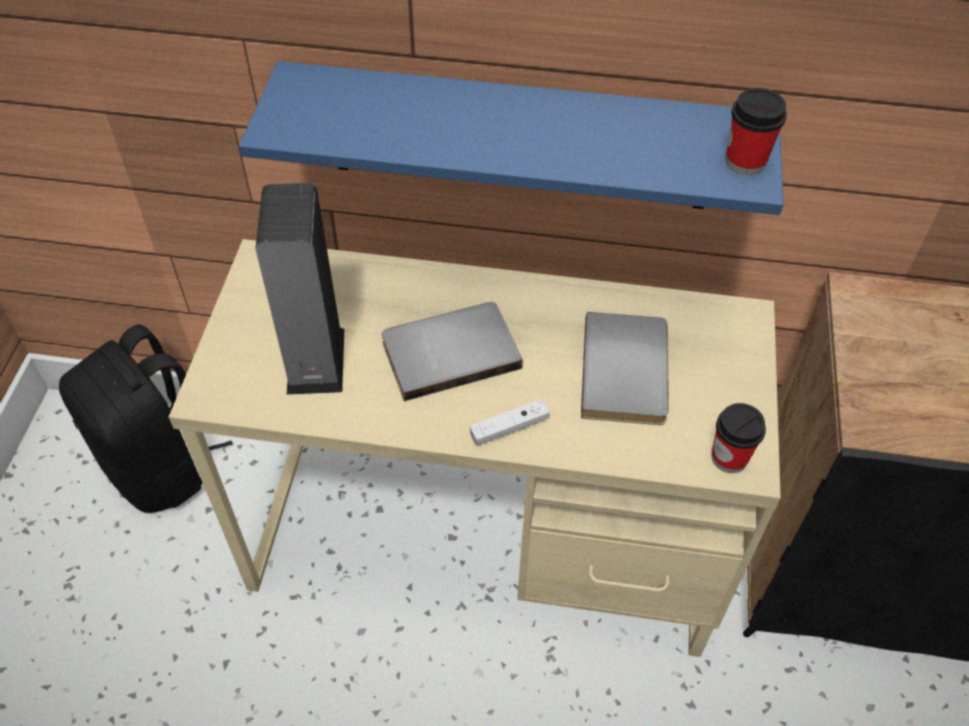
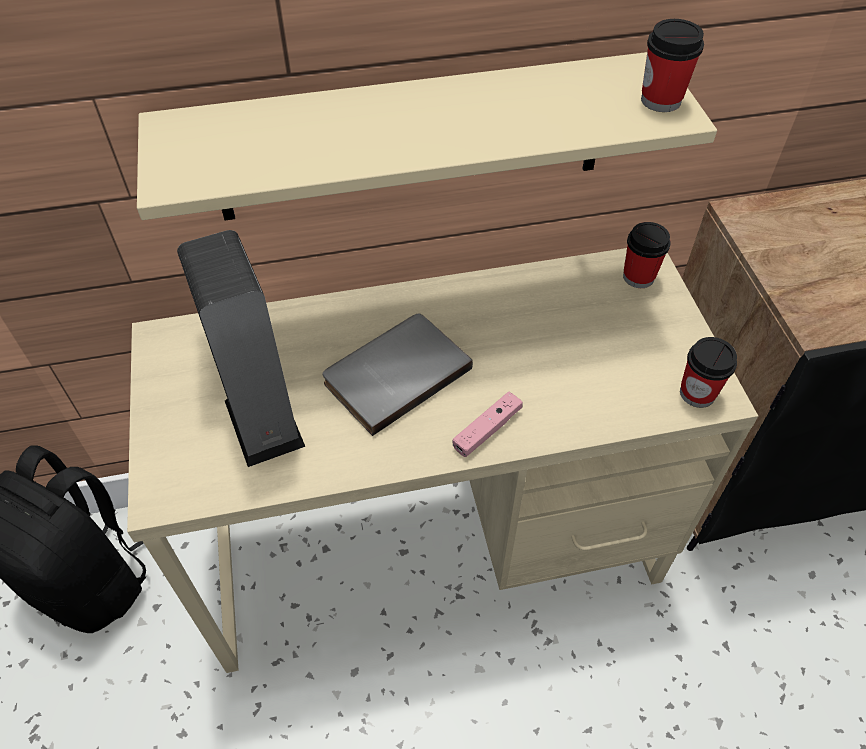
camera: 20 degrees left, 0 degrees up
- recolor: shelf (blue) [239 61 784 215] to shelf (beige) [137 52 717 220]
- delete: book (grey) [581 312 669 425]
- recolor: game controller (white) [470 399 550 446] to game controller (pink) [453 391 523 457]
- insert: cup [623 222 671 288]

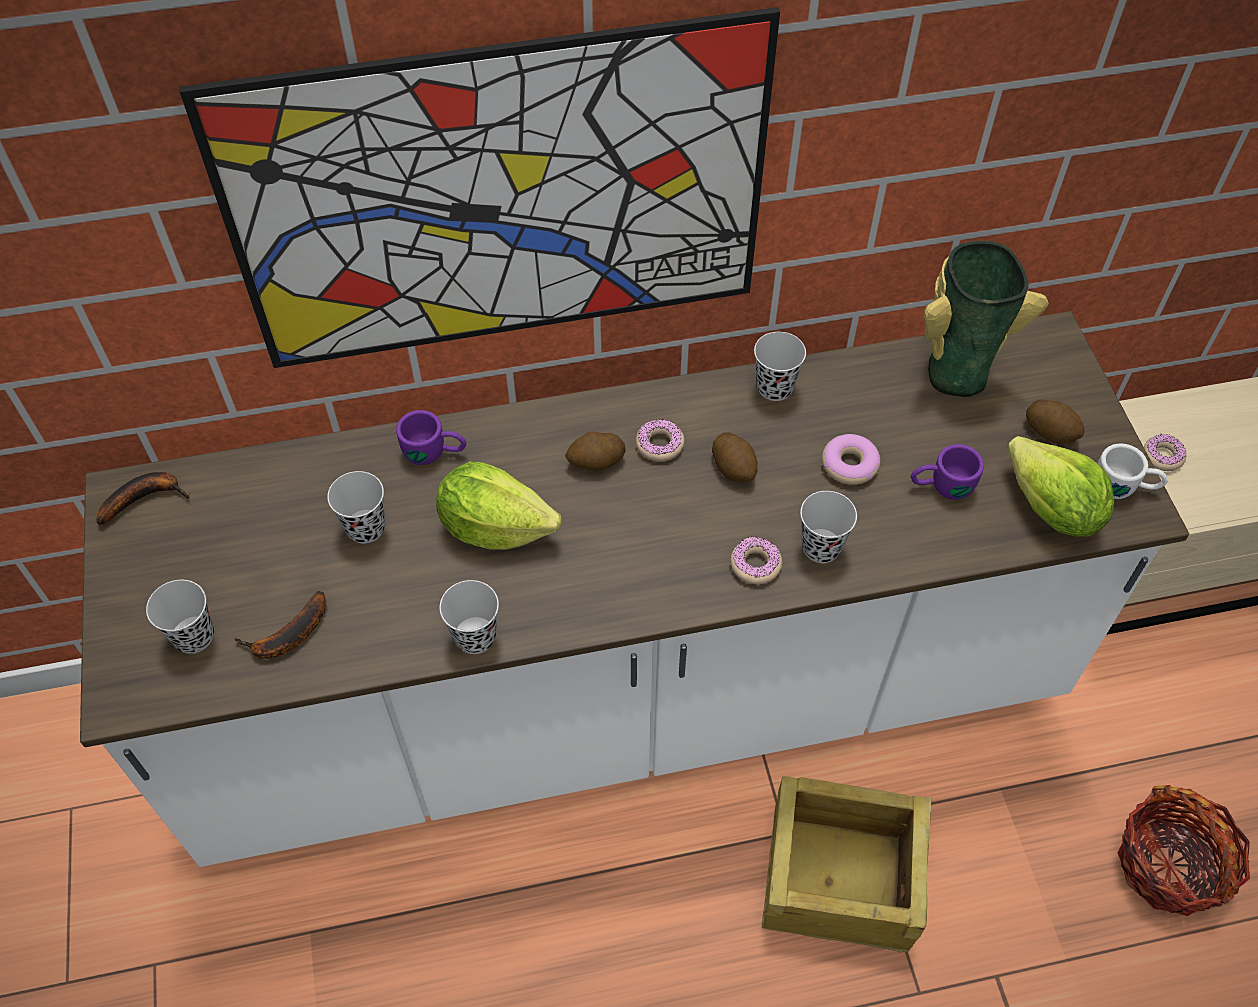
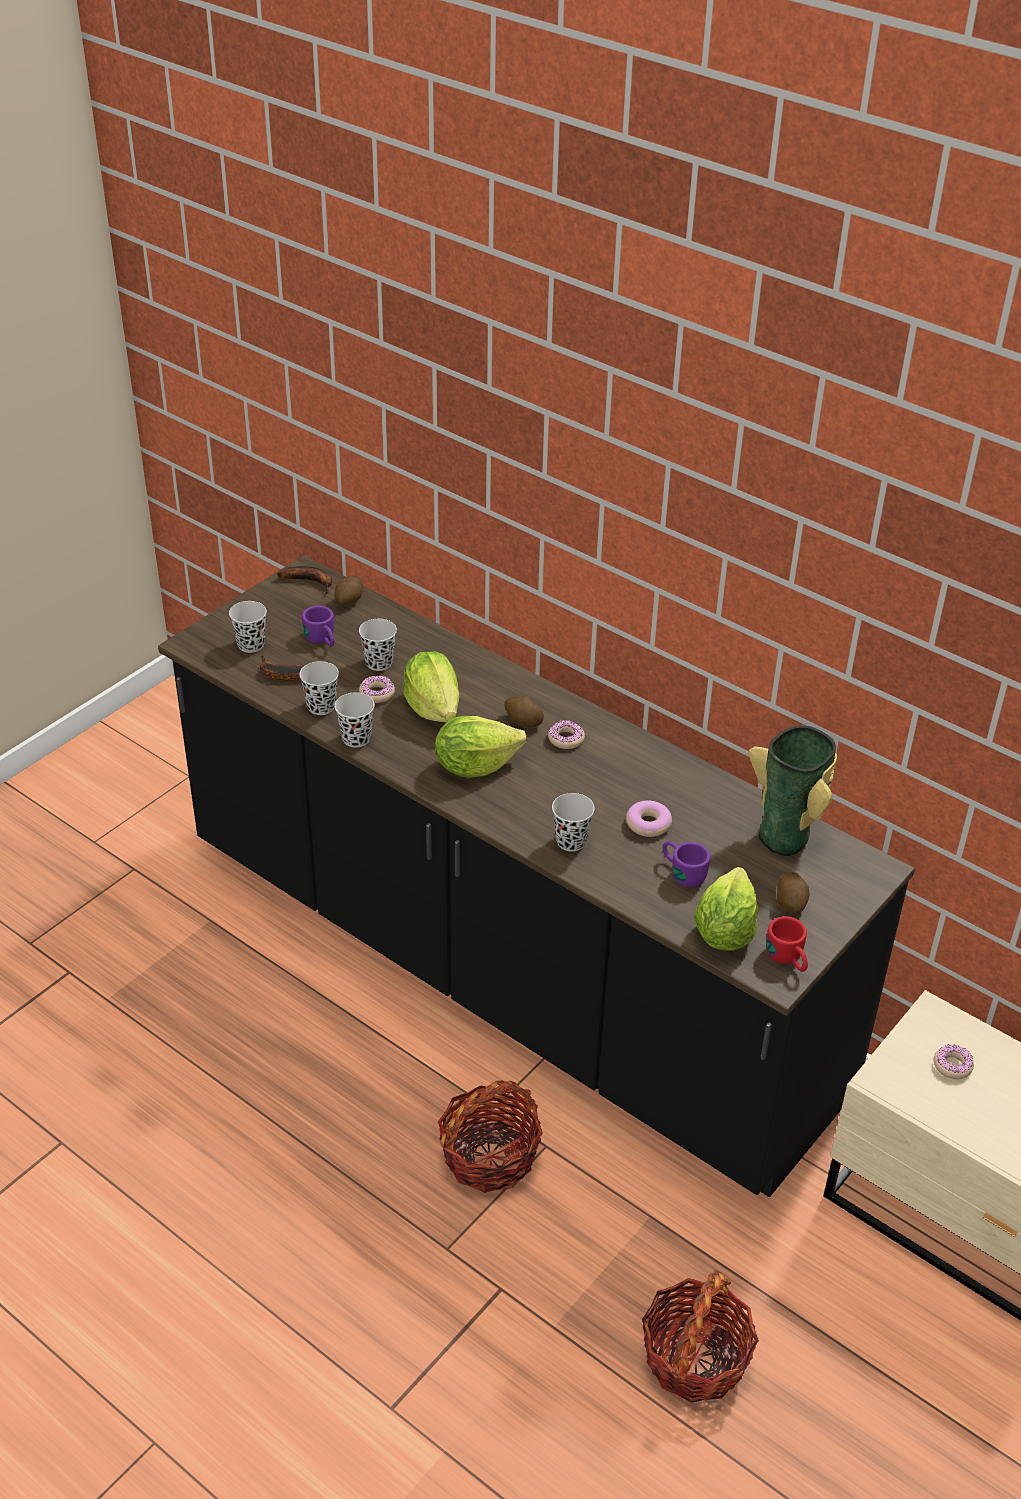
camera: 50 degrees right, 15 degrees down
- delete: picture [179 7 780 368]
- recolor: counter (white) [80 311 1189 867] to counter (black) [158 555 915 1197]
- move: cup (black) [754 332 806 401] to [299 661 339 715]
- move: mug (purple) [396 410 466 465] to [302 606 334 647]
- move: potato [712 432 758 482] to [334 575 363 605]
- recolor: mug (white) [1097 443 1168 499] to mug (red) [766 916 808 972]
- move: donut [730 537 782 585] to [359 676 395 703]
- replace: crate [762 776 932 952] to basket [438 1081 543 1193]
- insert: lettuce [435 716 527 778]

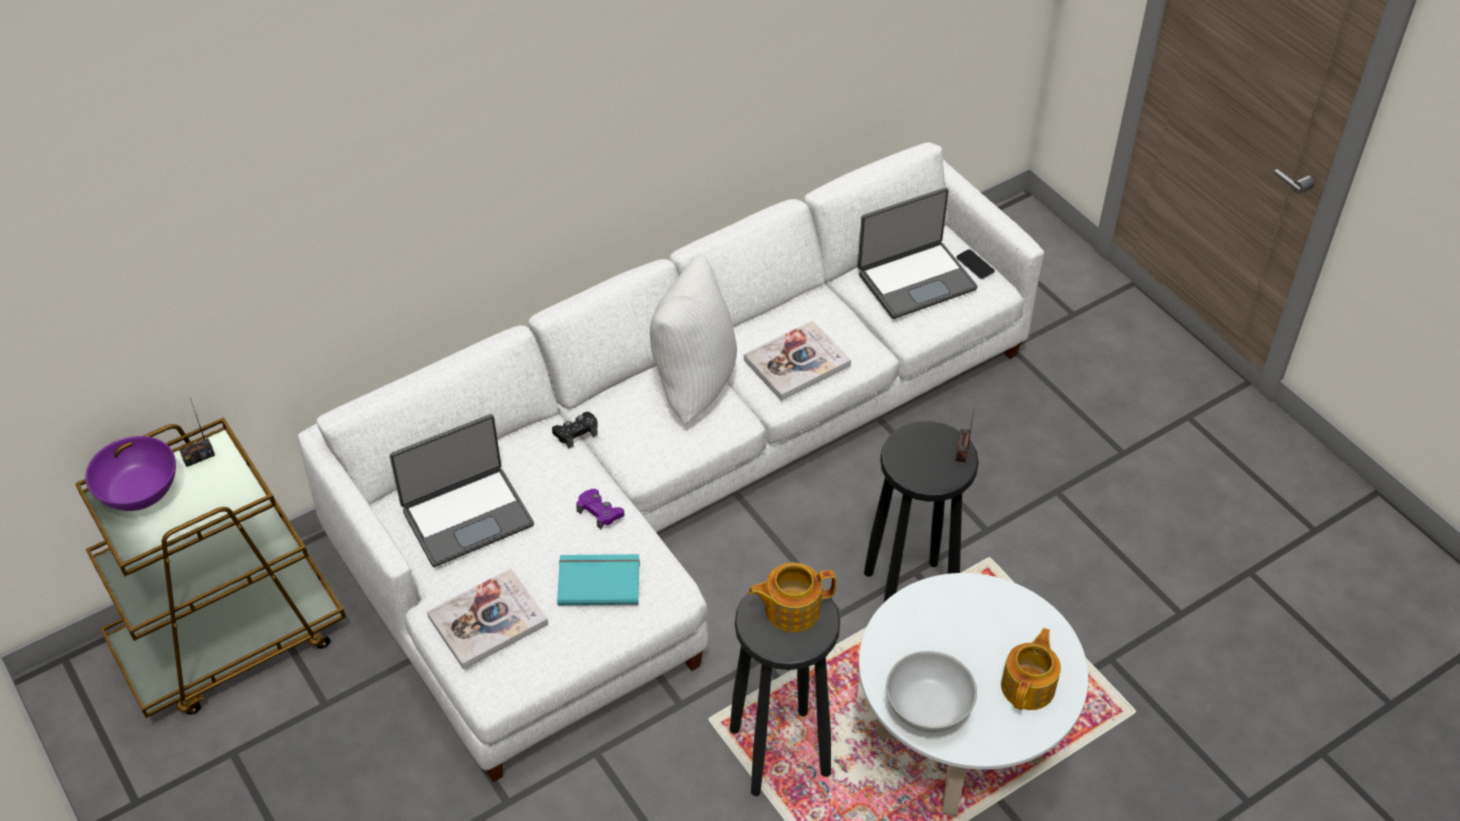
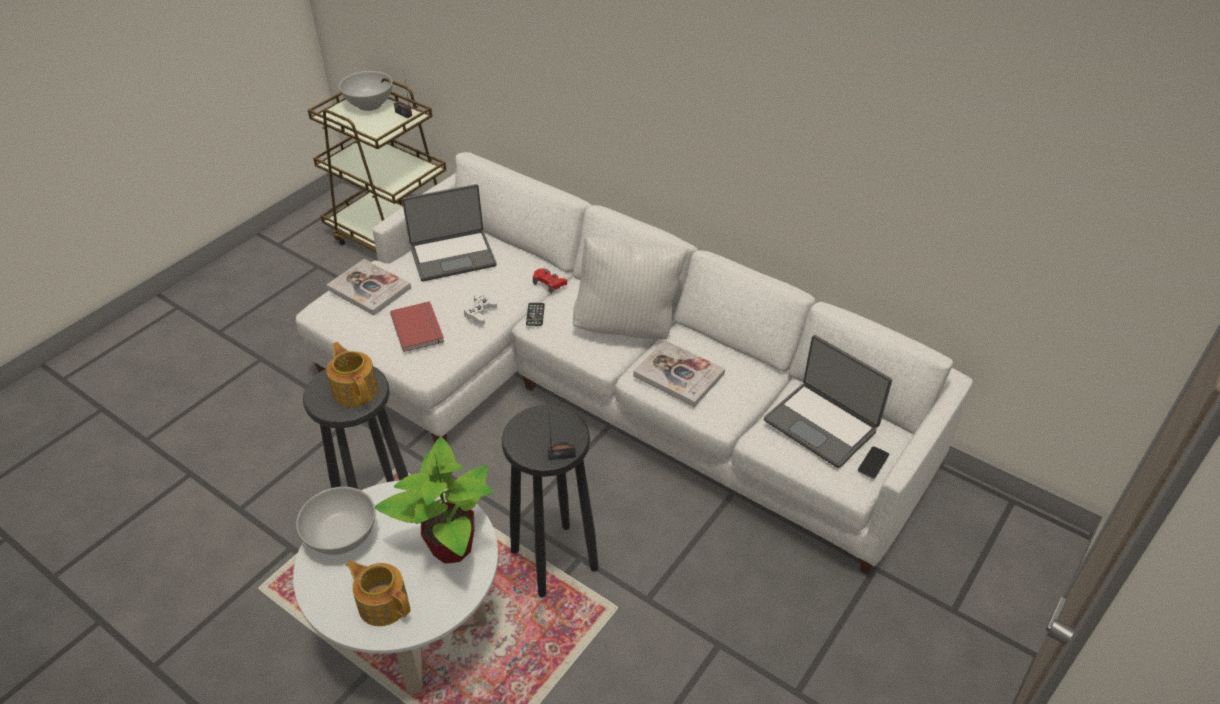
camera: 70 degrees right, 5 degrees down
- recolor: game controller (black) [552 412 598 448] to game controller (red) [533 268 567 293]
- rotate: laptop [390 414 534 567] = [402 184 497 281] 60 degrees counterclockwise
- recolor: bowl (purple) [85 436 176 511] to bowl (white) [339 71 393 111]
- recolor: game controller (purple) [576 489 624 529] to game controller (white) [464 294 497 325]
- recolor: book (turquoise) [557 554 640 605] to book (red) [390 301 444 352]
- rotate: teapot [1001 628 1061 710] = [346 560 410 626] 150 degrees counterclockwise
- insert: phone [526 303 545 326]
- insert: potted plant [375 436 494 564]

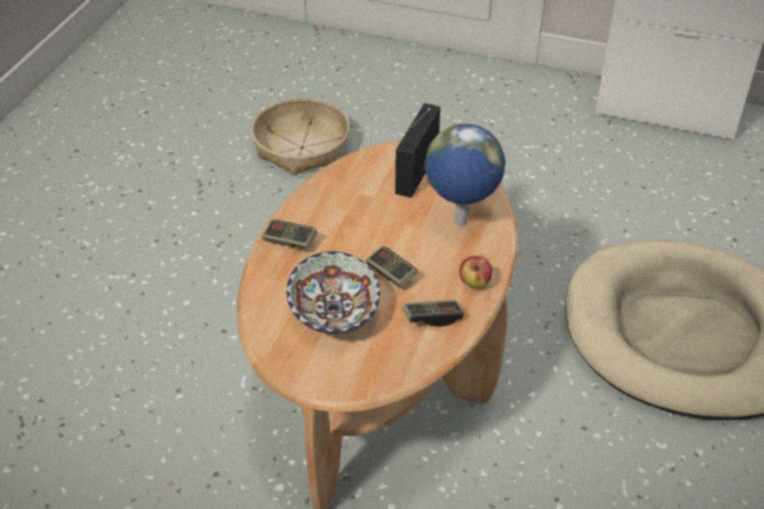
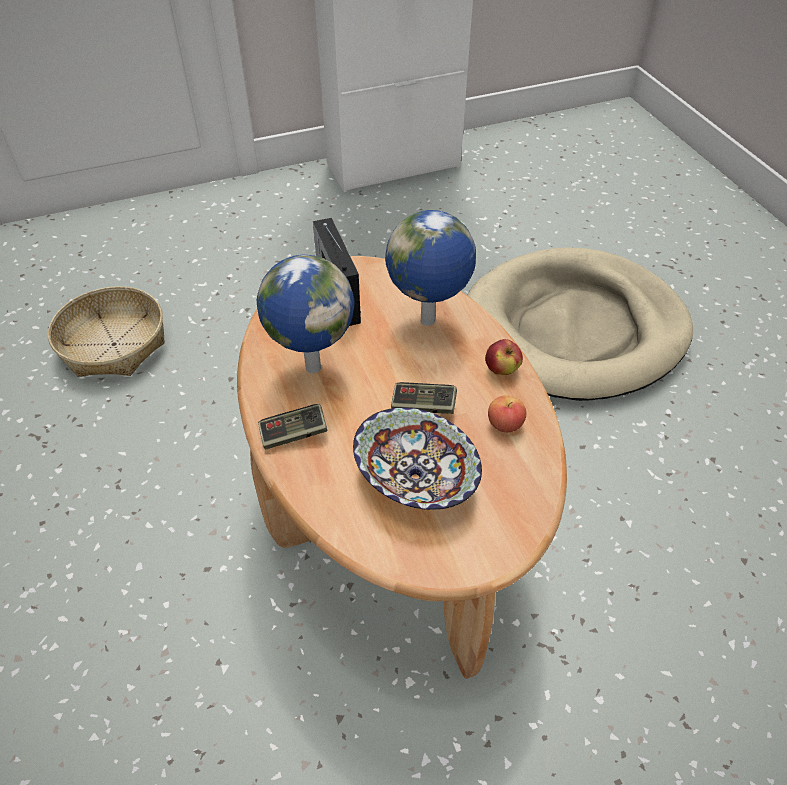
camera: 40 degrees left, 5 degrees up
- replace: game controller [402 299 464 327] to apple [488 395 526 432]
- insert: globe [257 255 354 373]

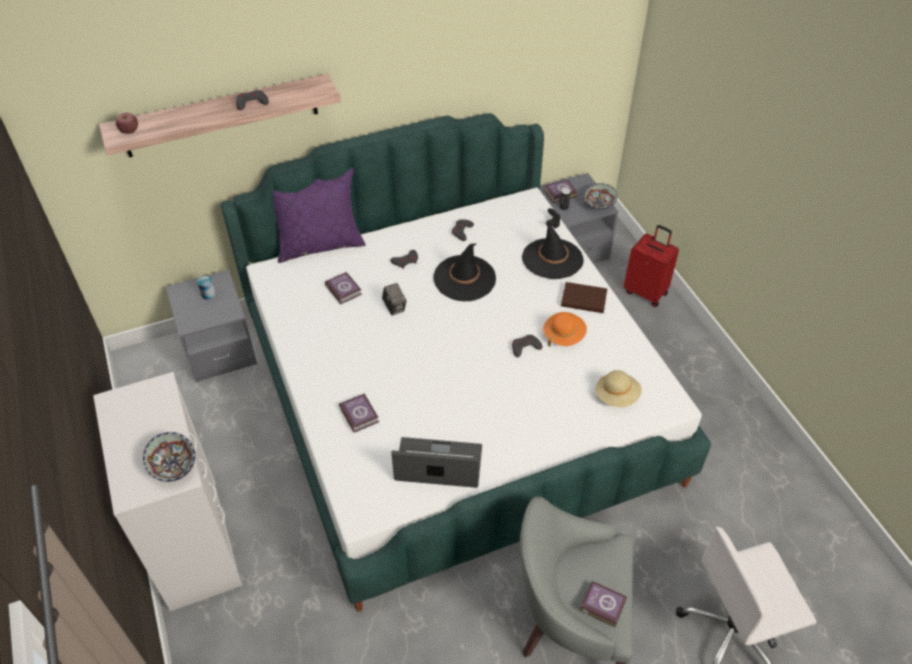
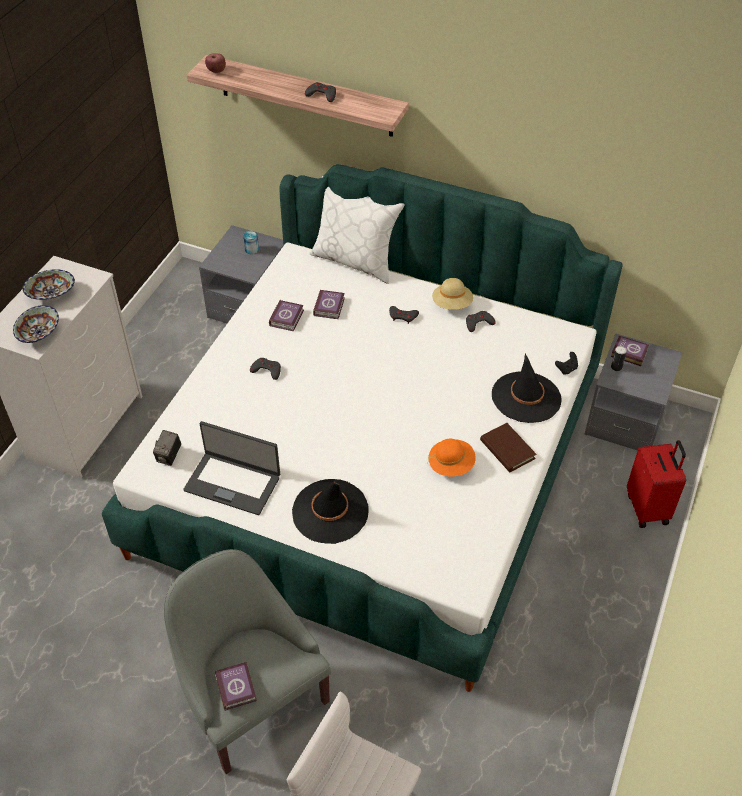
camera: 45 degrees right, 0 degrees up
- recolor: pillow (purple) [262 168 366 263] to pillow (white) [310 176 405 284]
- move: bowl [584 183 617 210] to [22 269 75 300]
- move: hat (black) [433 243 496 301] to [292 479 368 544]
- move: photo camera [382 283 407 316] to [153 430 181 466]
- move: game controller (grey) [512 335 542 357] to [250 358 281 380]
- move: hat (beige) [595 370 642 407] to [432 278 473 310]
- move: book [339 393 379 433] to [269 300 304 331]
- rotate: laptop [391 437 482 488] = [183 421 280 515] 150 degrees clockwise

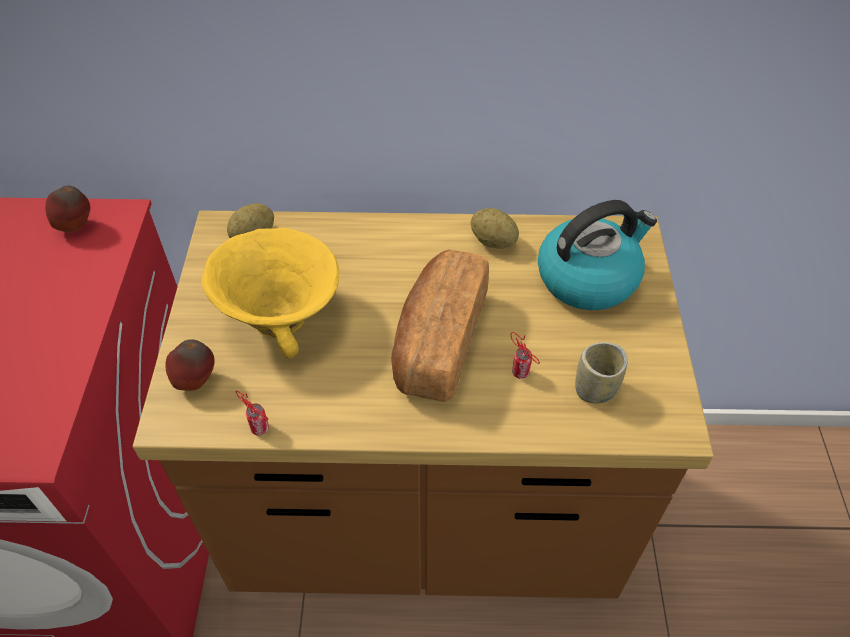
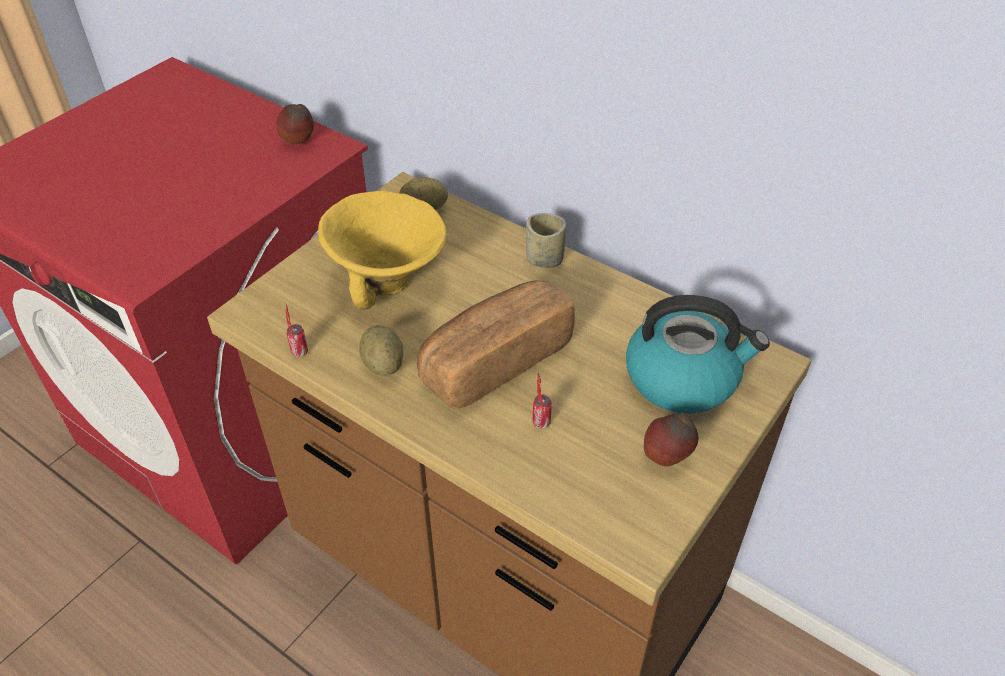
camera: 35 degrees right, 5 degrees down
- move: potato [471 208 519 249] to [359 325 403 376]
- move: apple [166 339 215 391] to [644 414 698 466]
- move: cup [575 342 628 404] to [526 213 567 268]

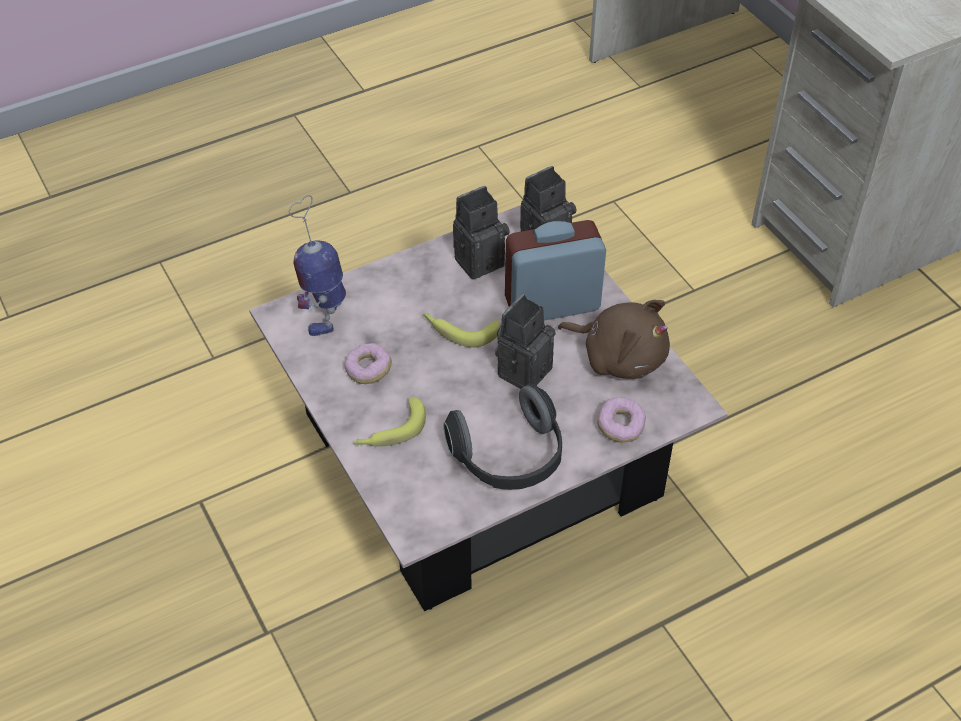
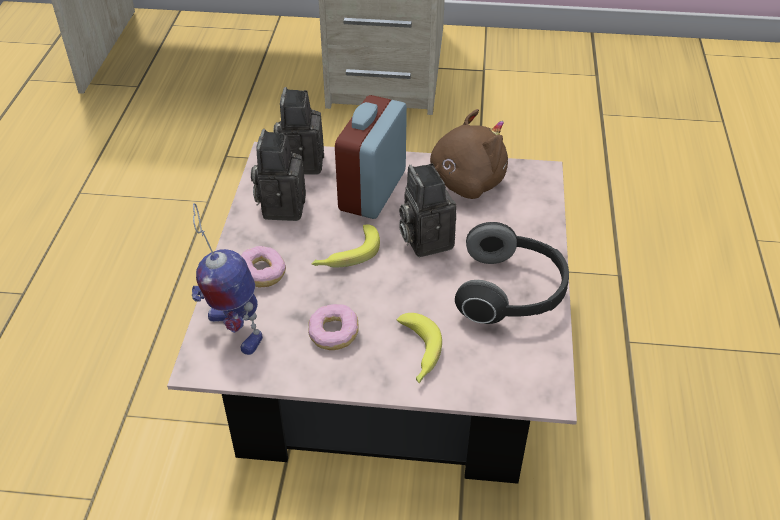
camera: 55 degrees left, 5 degrees down
- move: donut [597 397 646 443] to [241 246 286 287]

